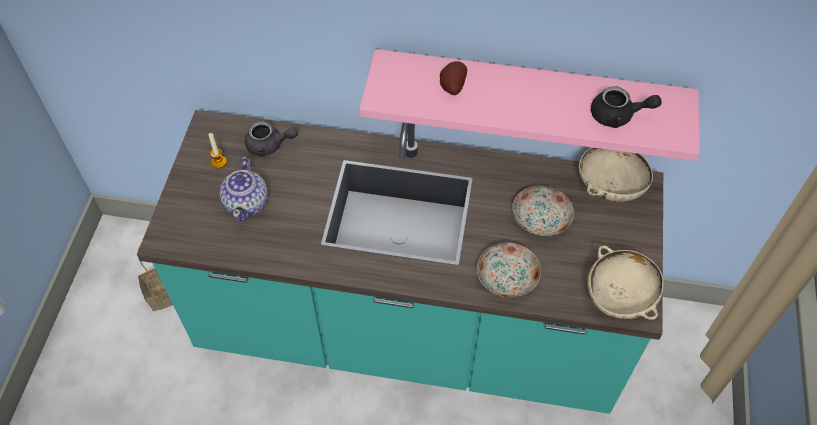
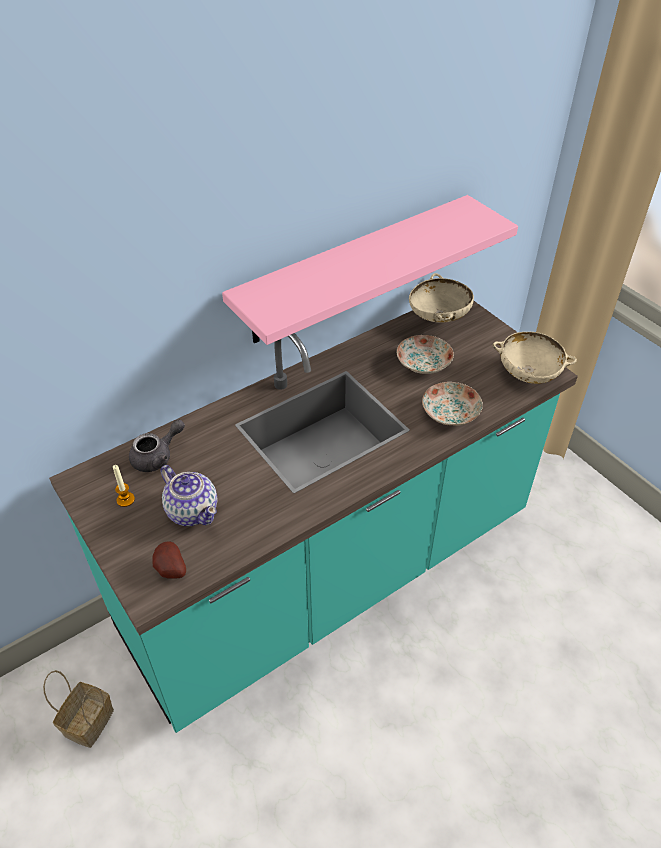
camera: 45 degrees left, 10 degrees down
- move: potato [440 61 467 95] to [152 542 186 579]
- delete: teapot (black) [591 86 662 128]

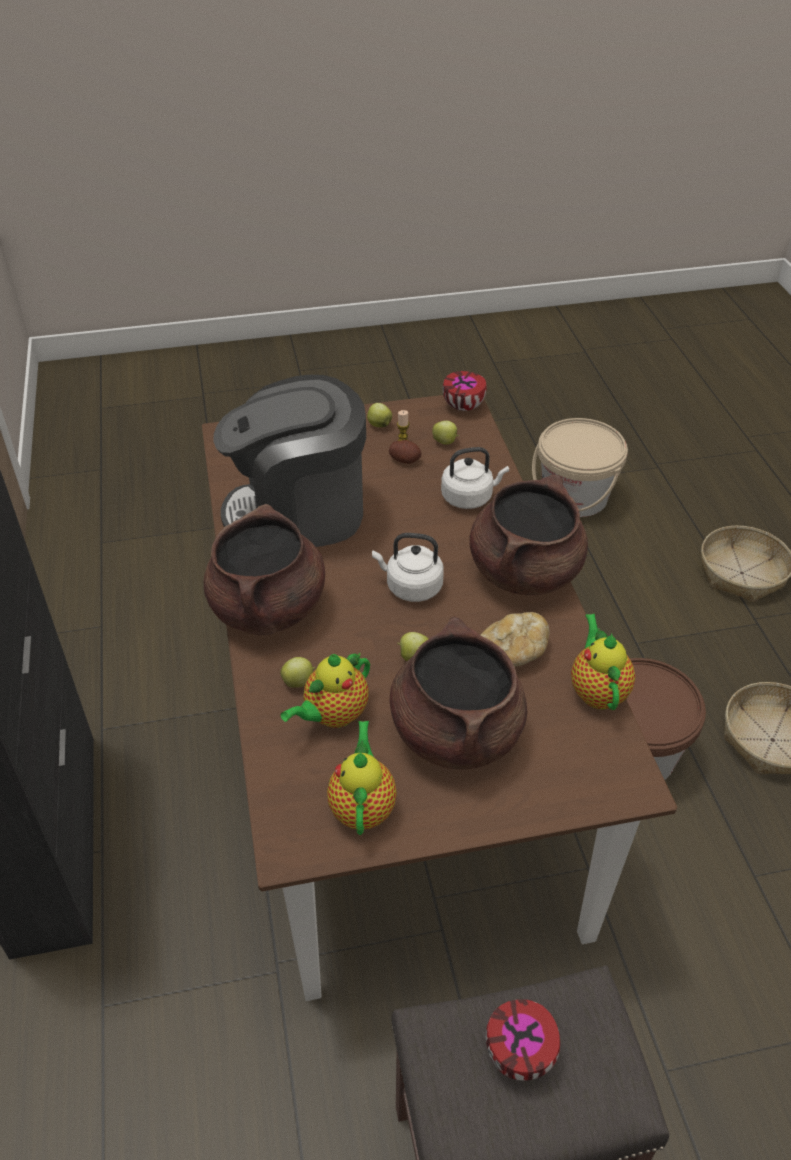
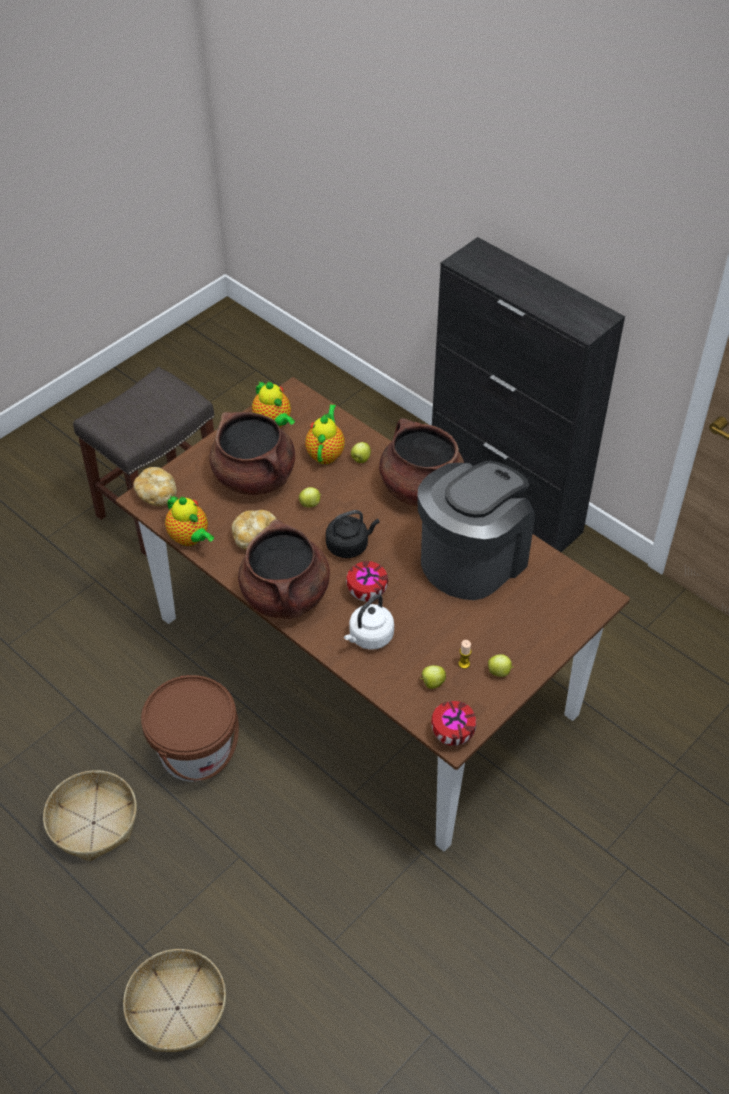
camera: 145 degrees right, 5 degrees up
- delete: bucket (beige) [532 418 628 517]
- delete: potato [389 440 421 464]
- recolor: kettle (white) [372 533 444 602] to kettle (black) [326 510 379 558]
- move: bowl [486 999 560 1081] to [346 561 388 602]
- insert: bread [133 467 177 506]

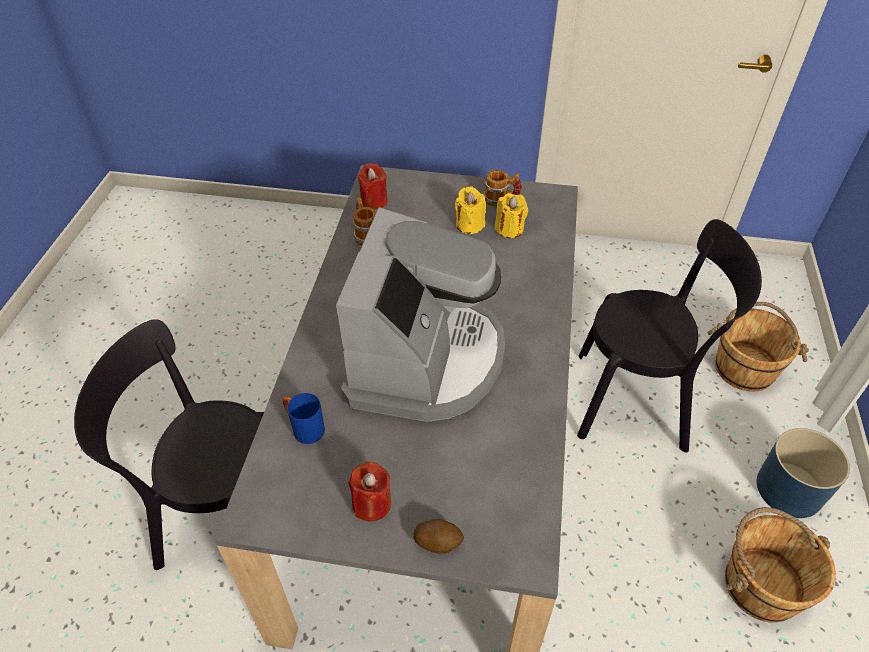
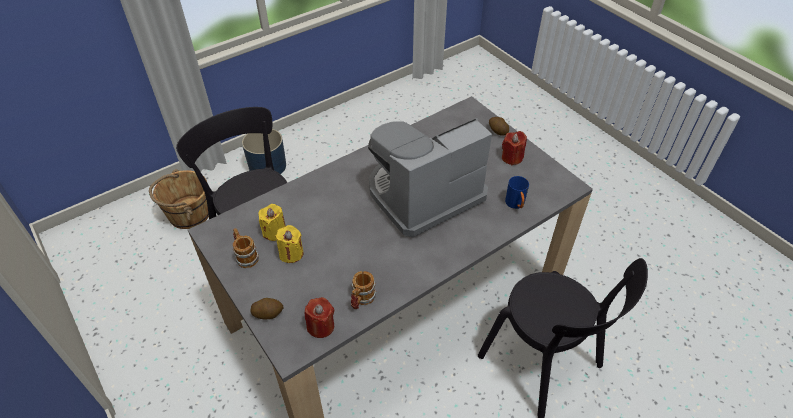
camera: 135 degrees left, 0 degrees up
- delete: bucket (brown) [725 507 836 623]
- insert: potato [250 298 284 319]

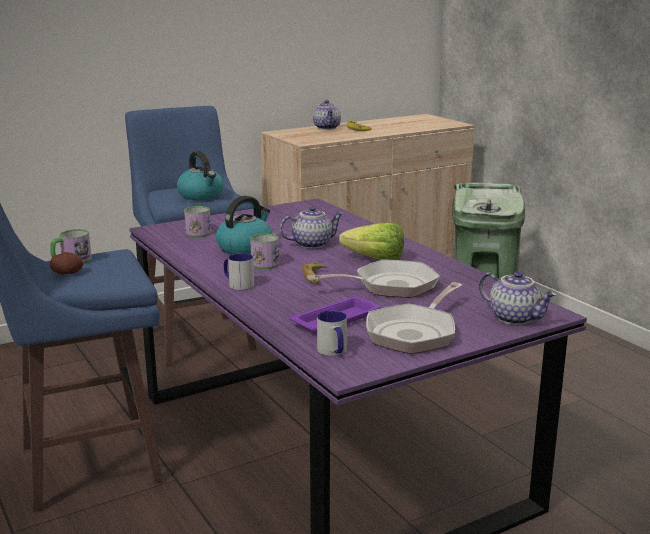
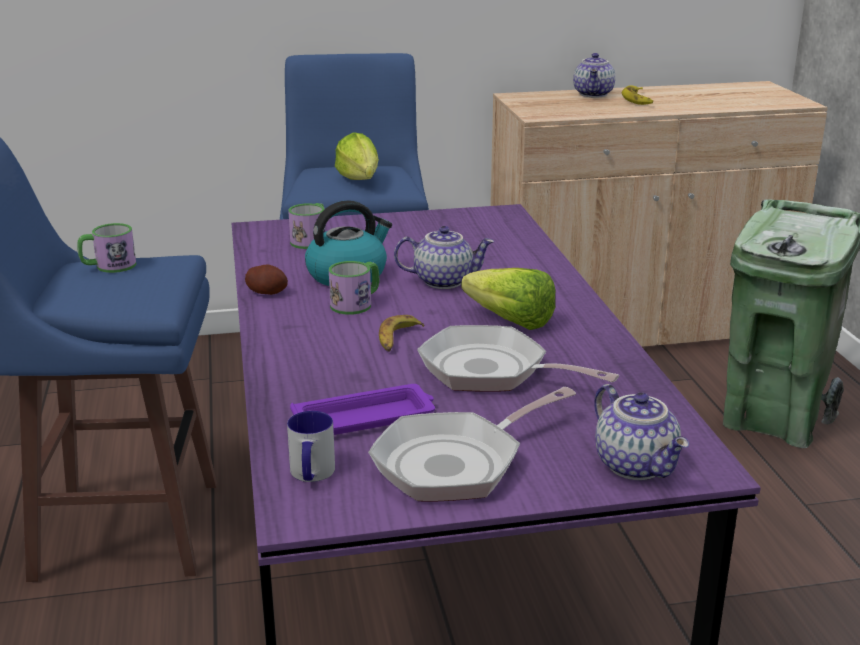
camera: 20 degrees right, 5 degrees up
- replace: kettle [177 151 224 200] to lettuce [335 132 379 180]
- move: potato [50 252 83 274] to [245 264 288 295]
- delete: mug [224 253 254 290]
- rotate: frying pan [307 260 440 298] = [417 325 619 392] 150 degrees counterclockwise

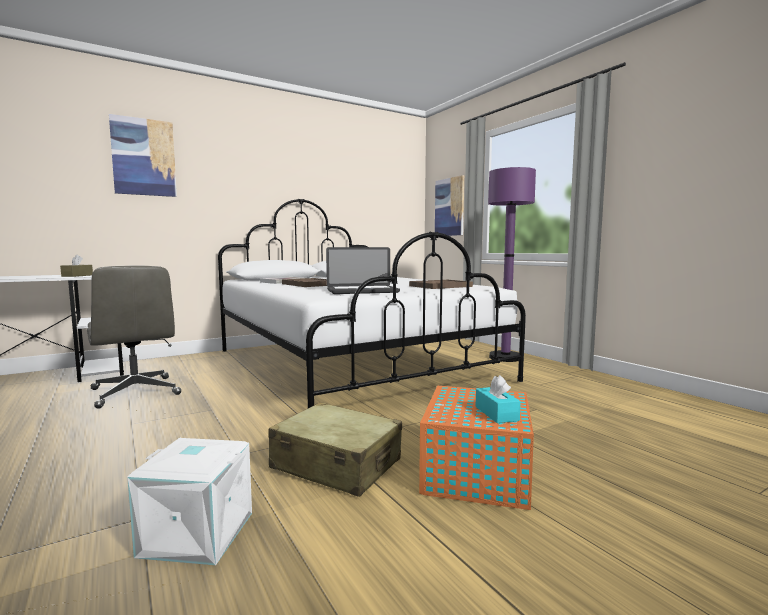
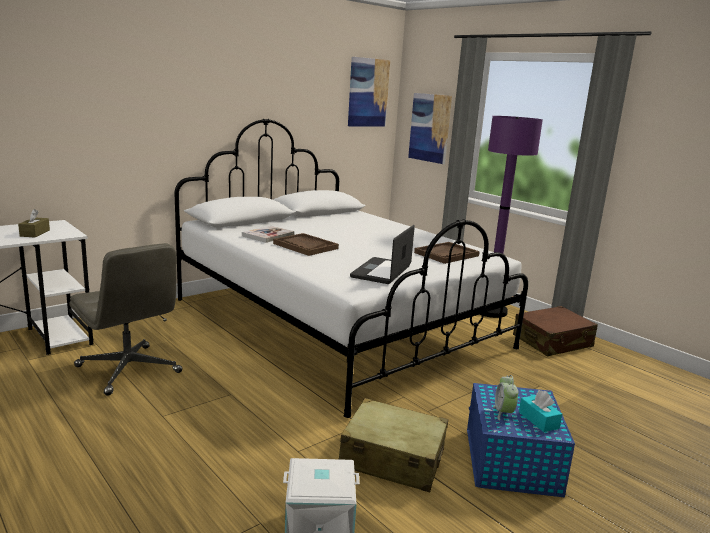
camera: 10 degrees left, 10 degrees up
- move: picture [109 114 177 197] to [348 57 390 126]
- rotate: laptop [326 247 400 294] = [350 225 415 284] 135 degrees clockwise
- recolor: storage box (orange) [419 386 534 510] to storage box (blue) [467 383 575 497]
- insert: suitcase (brown) [513 306 598 356]
- insert: alarm clock [493 375 518 421]

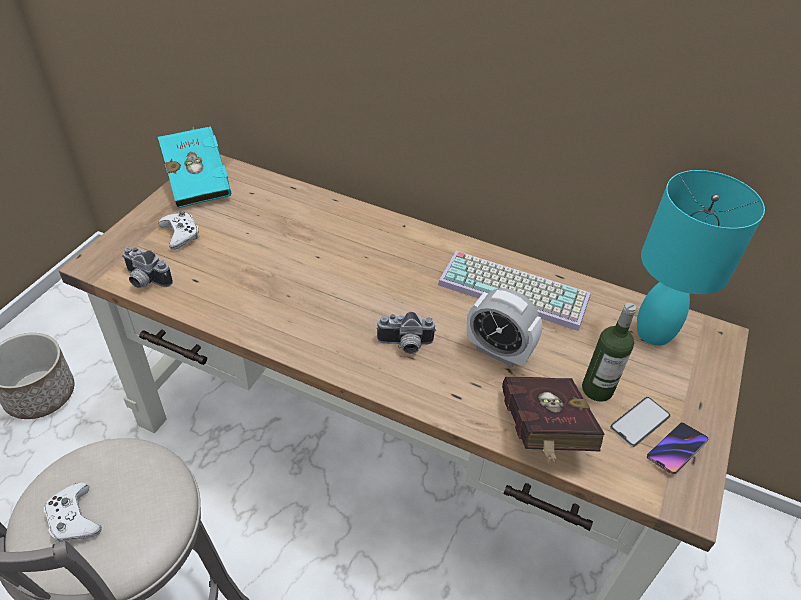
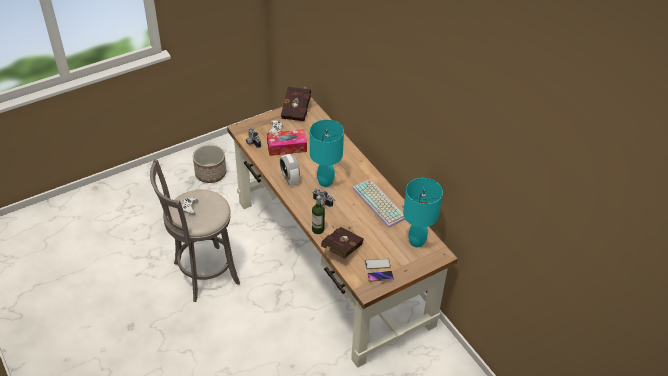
camera: 35 degrees right, 0 degrees up
- recolor: book (turquoise) [158 126 231 208] to book (red) [281 86 311 121]
- move: alarm clock [467 288 543 367] to [280 154 300 186]
- move: bottle [582 303 636 402] to [312 195 325 234]
- insert: table lamp (turquoise) [310 120 344 187]
- insert: tissue box [267 129 307 156]

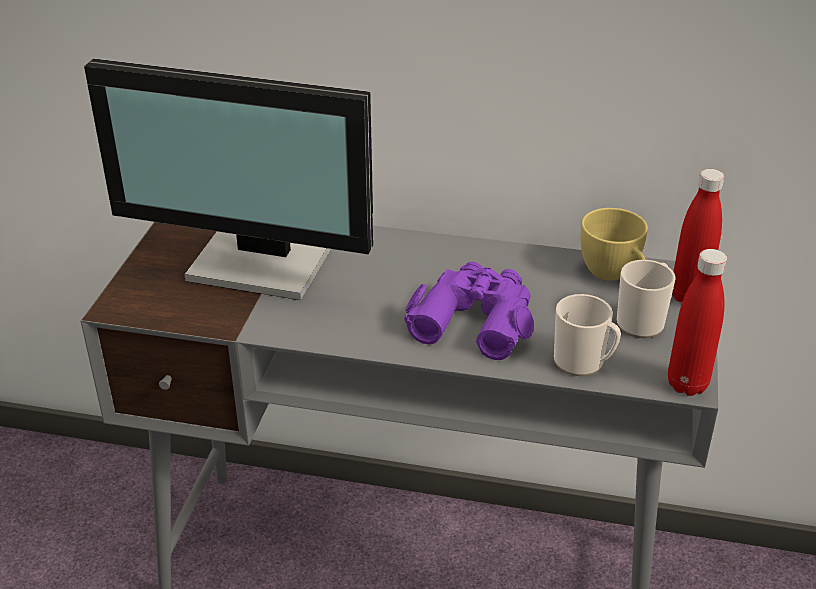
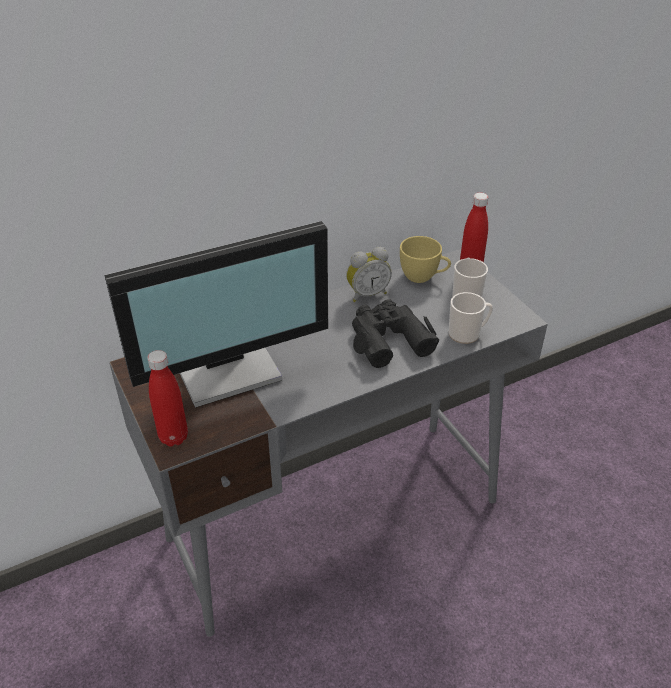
camera: 40 degrees left, 5 degrees up
- move: bottle (red) [668 249 727 396] to [147 350 188 447]
- recolor: binoculars (purple) [404 262 534 360] to binoculars (black) [352 299 439 368]
- insert: alarm clock [346 247 392 302]

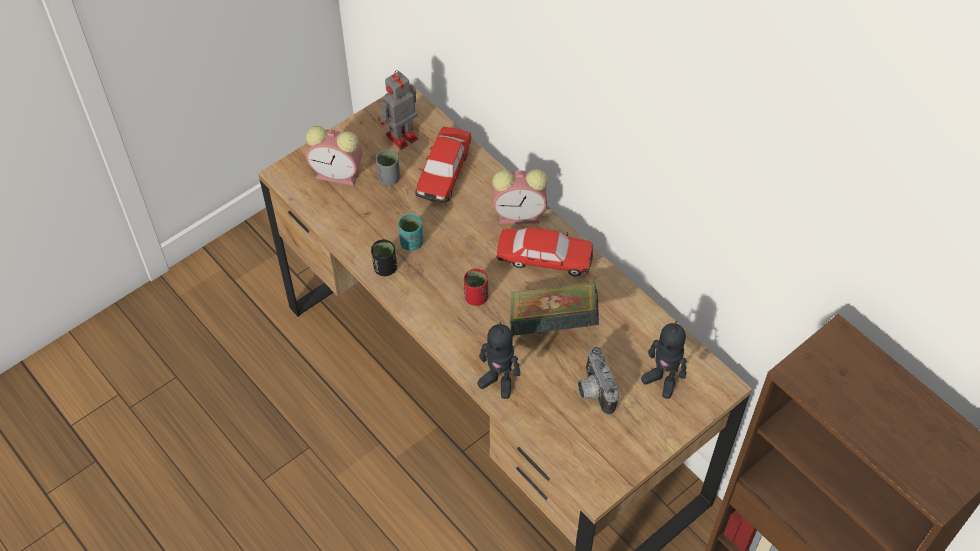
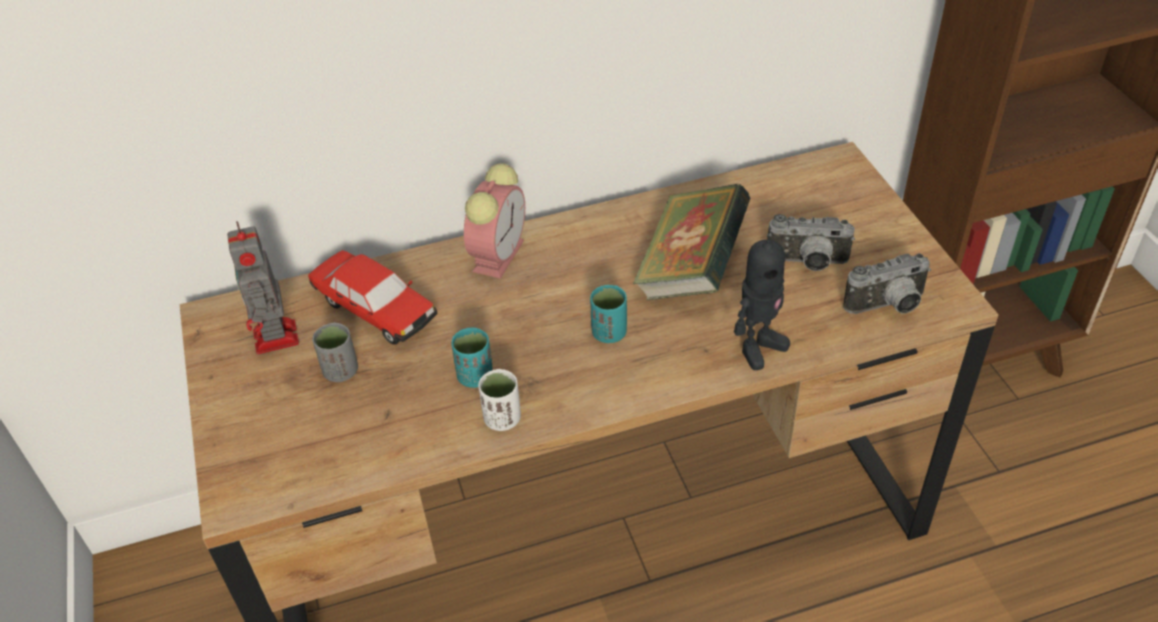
camera: 65 degrees left, 10 degrees down
- delete: alarm clock [306 126 363 186]
- delete: toy car [497 227 593 276]
- recolor: cup (black) [371 239 397 276] to cup (white) [478 369 521 431]
- recolor: cup (red) [464 269 488 306] to cup (turquoise) [590 285 627 343]
- delete: toy robot [641 321 687 399]
- insert: photo camera [843 253 931 314]

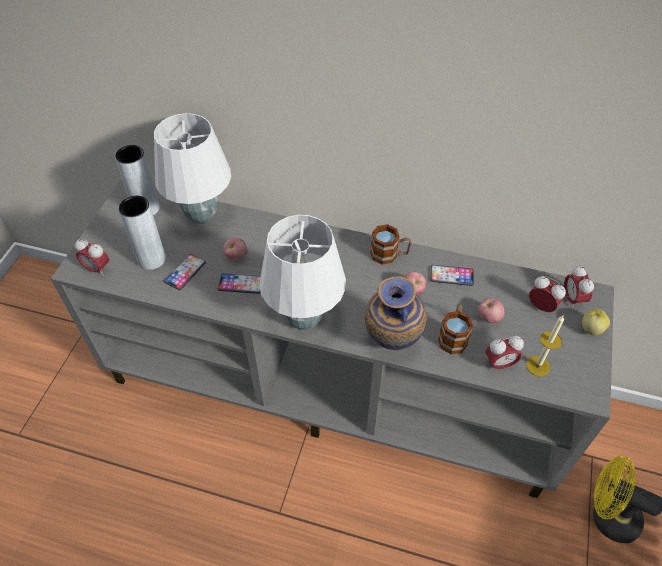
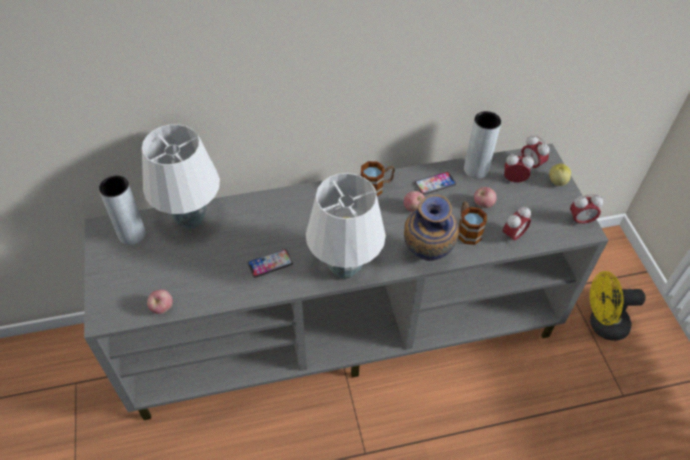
camera: 30 degrees left, 0 degrees up
- move: vase (grey) [118 196 166 270] to [464 111 501 179]
- move: alarm clock [75 238 109 276] to [570 194 603 225]
- move: apple [223 238 247 260] to [147 289 173 314]
- delete: phone [164 254 206 290]
- delete: candle [526 316 564 376]

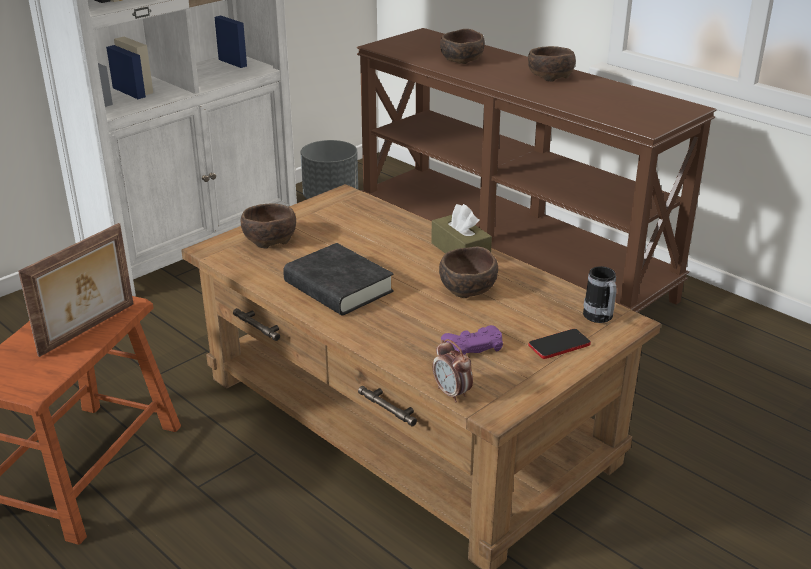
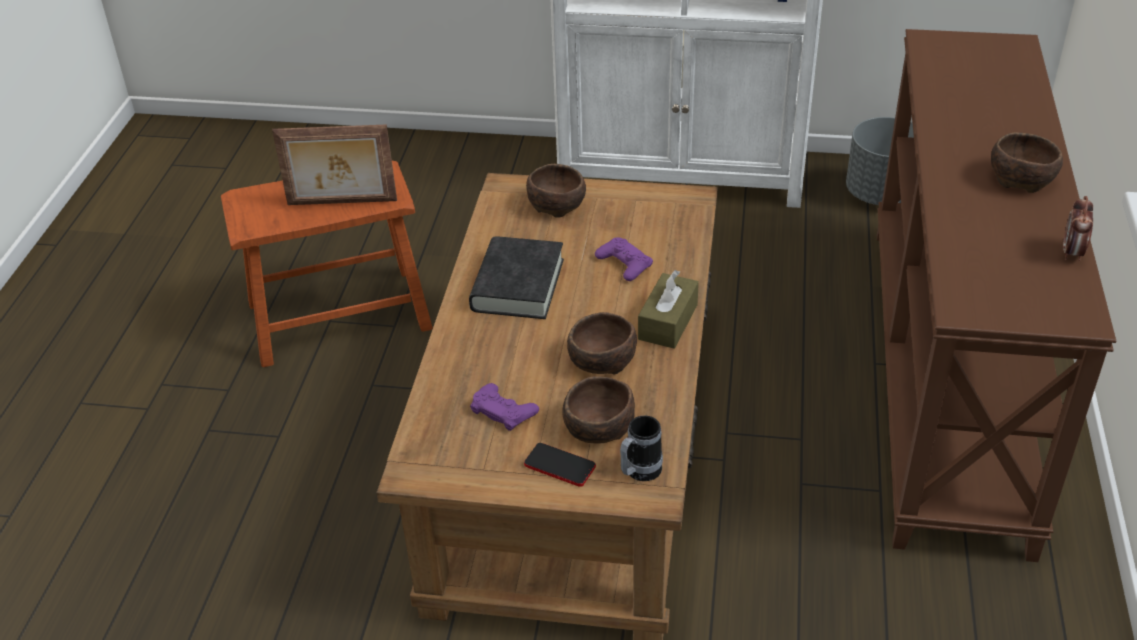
camera: 55 degrees right, 10 degrees up
- move: bowl (brown) [440 29 485 64] to [562 376 635 444]
- move: alarm clock [433 339 473 403] to [1063 196 1093 261]
- insert: game controller (purple) [595 237 653 281]

